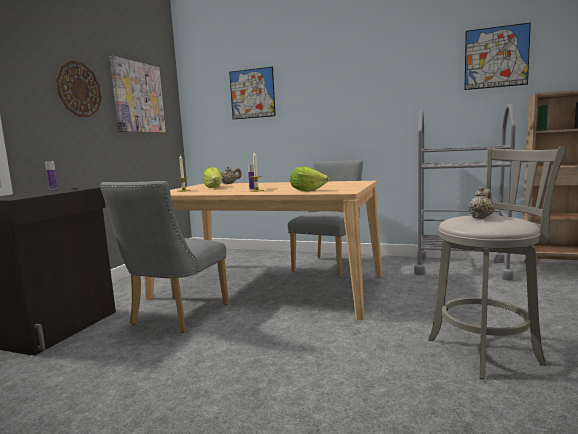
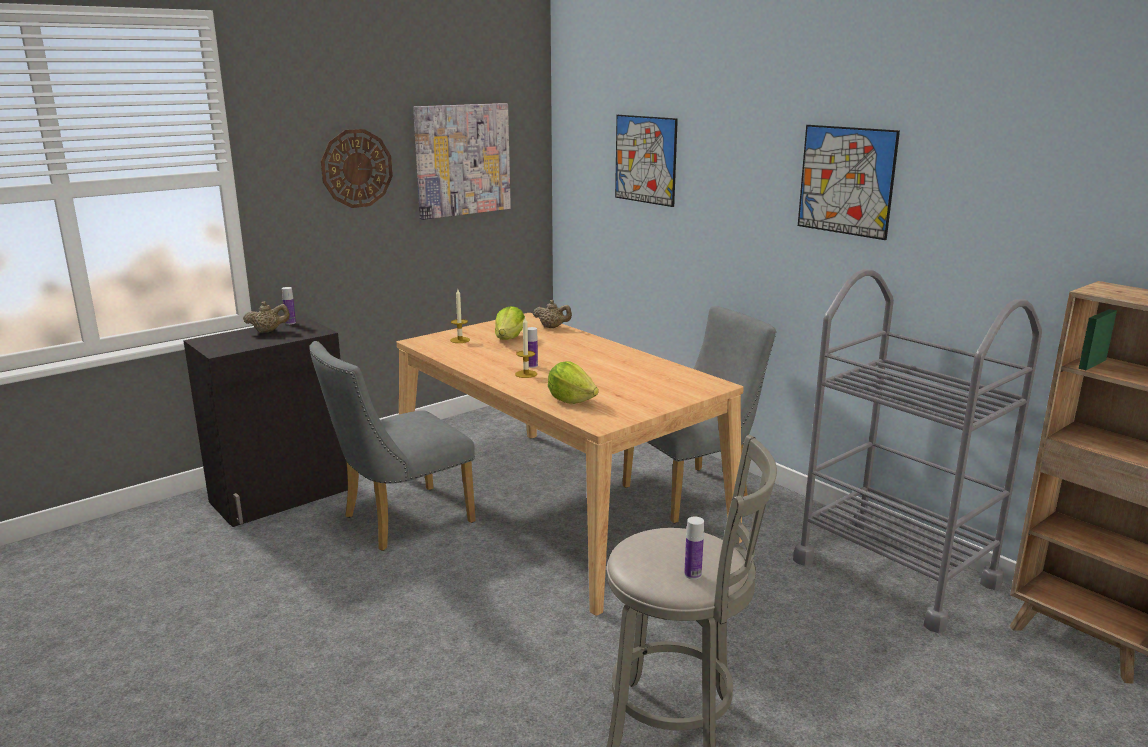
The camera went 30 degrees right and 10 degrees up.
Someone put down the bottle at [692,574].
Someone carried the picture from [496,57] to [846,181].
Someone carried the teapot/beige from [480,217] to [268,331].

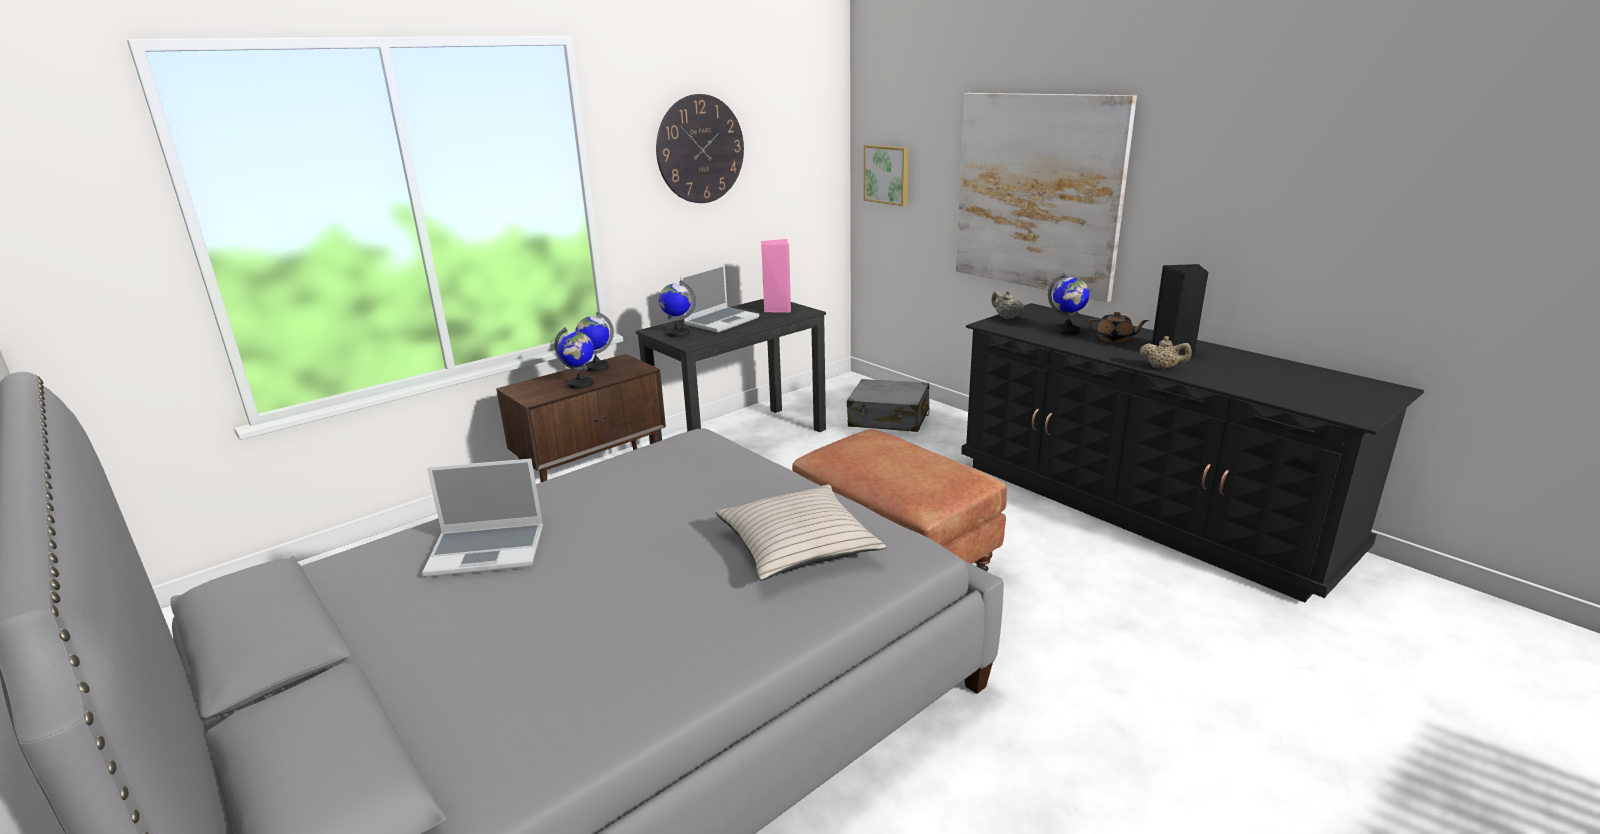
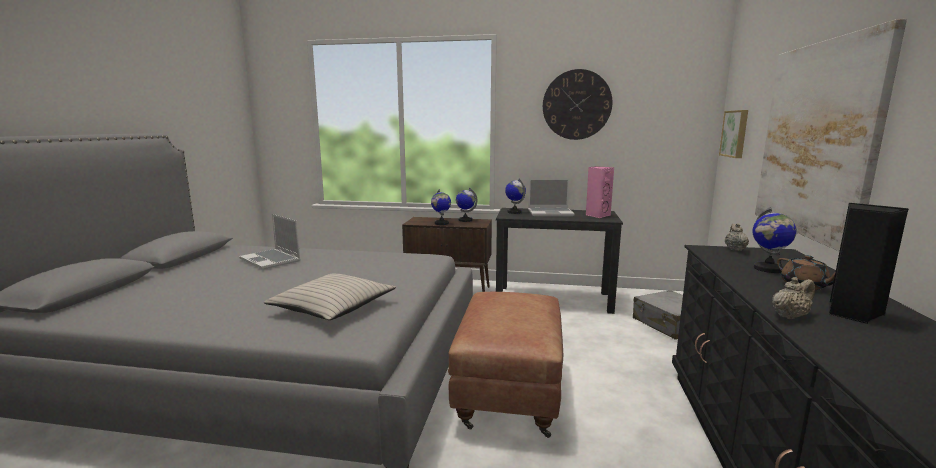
The camera went 50 degrees right and 10 degrees down.
Someone rotated the teapot/beige at [1162,368] by 105 degrees counterclockwise.

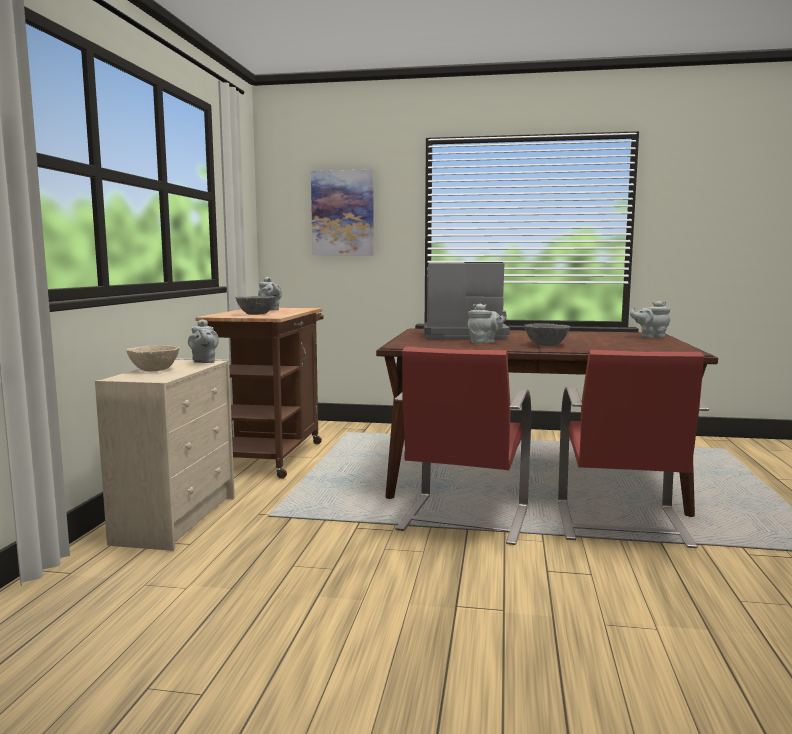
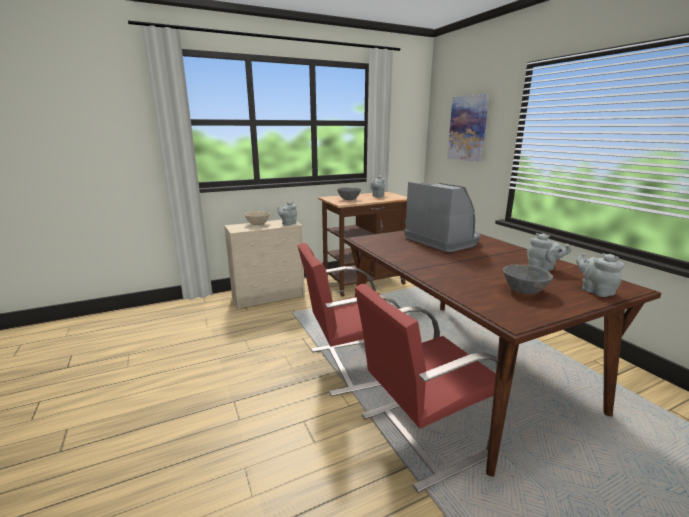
The camera went 55 degrees right and 10 degrees up.
Someone carried the teapot/grey from [484,342] to [542,268].
Someone carried the bowl/grey from [546,345] to [524,291].

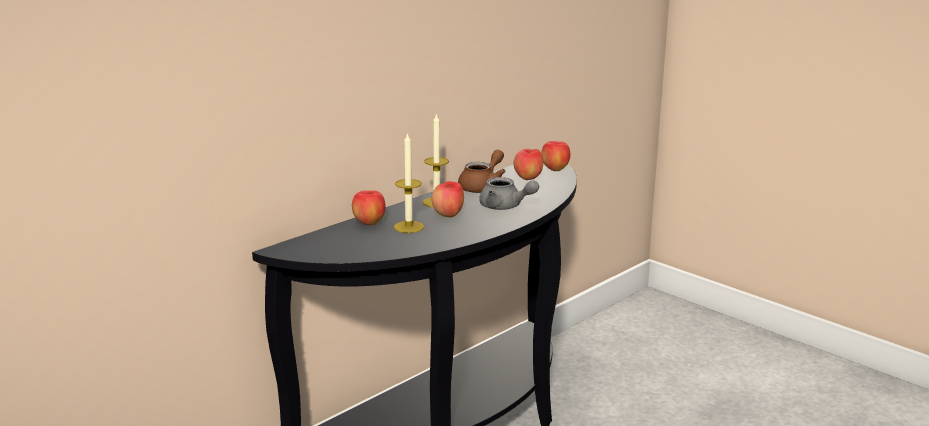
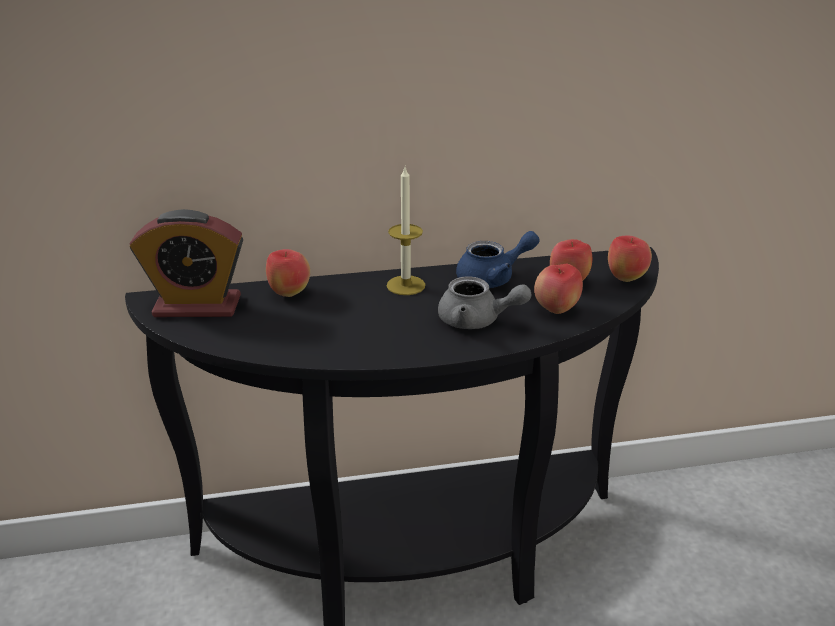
The camera went 35 degrees right and 10 degrees up.
Someone took away the candle at [409,227].
Someone put down the alarm clock at [197,306].
Someone carried the apple from [448,216] to [556,310].
Someone repainted the teapot/brown at [483,187], which became the teapot/blue at [493,278].
Someone rotated the teapot/grey at [505,207] by 45 degrees counterclockwise.

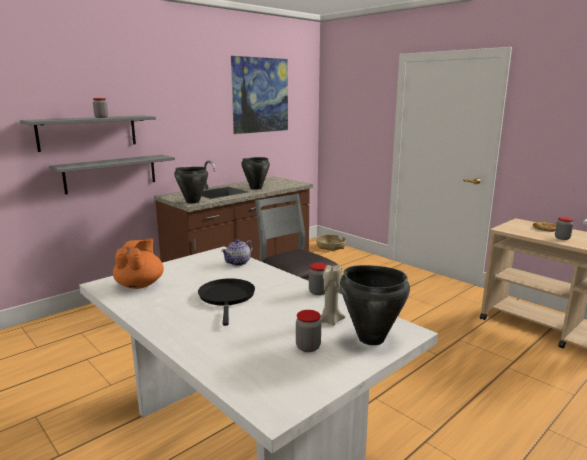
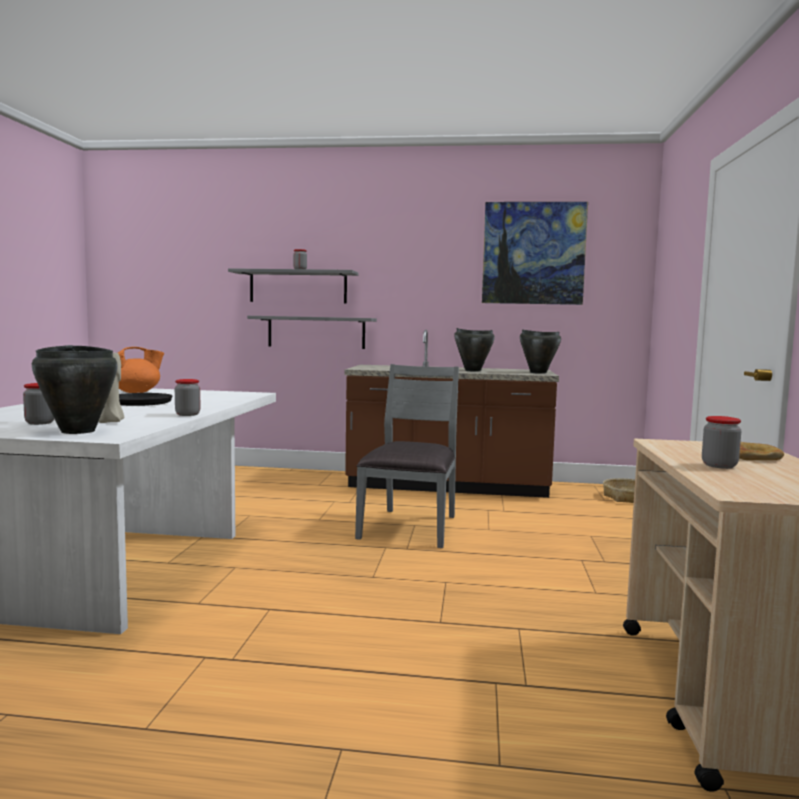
The camera went 50 degrees right and 10 degrees down.
Someone took away the teapot at [238,263].
Someone carried the cooking pot/black from [192,202] to [538,372].

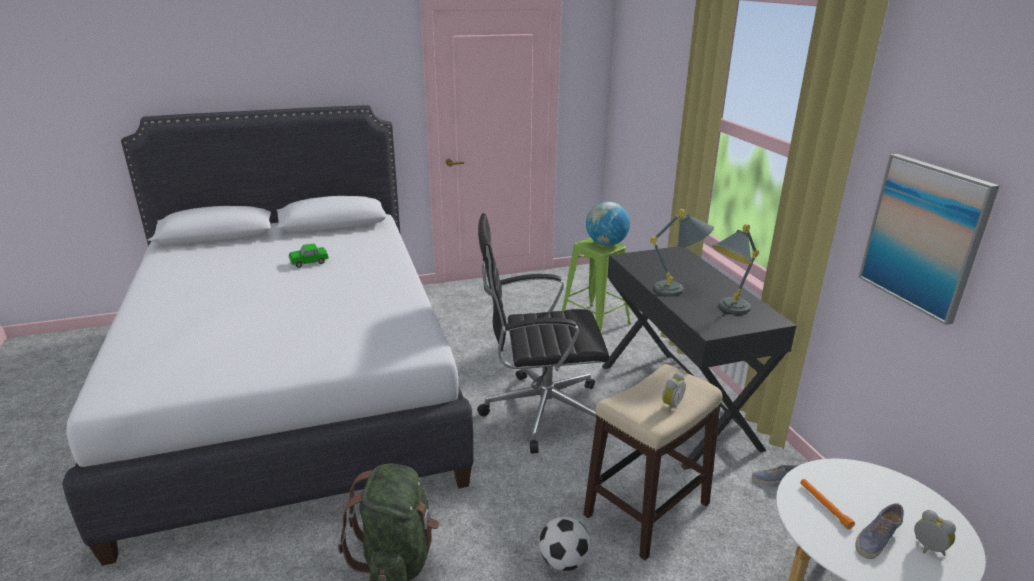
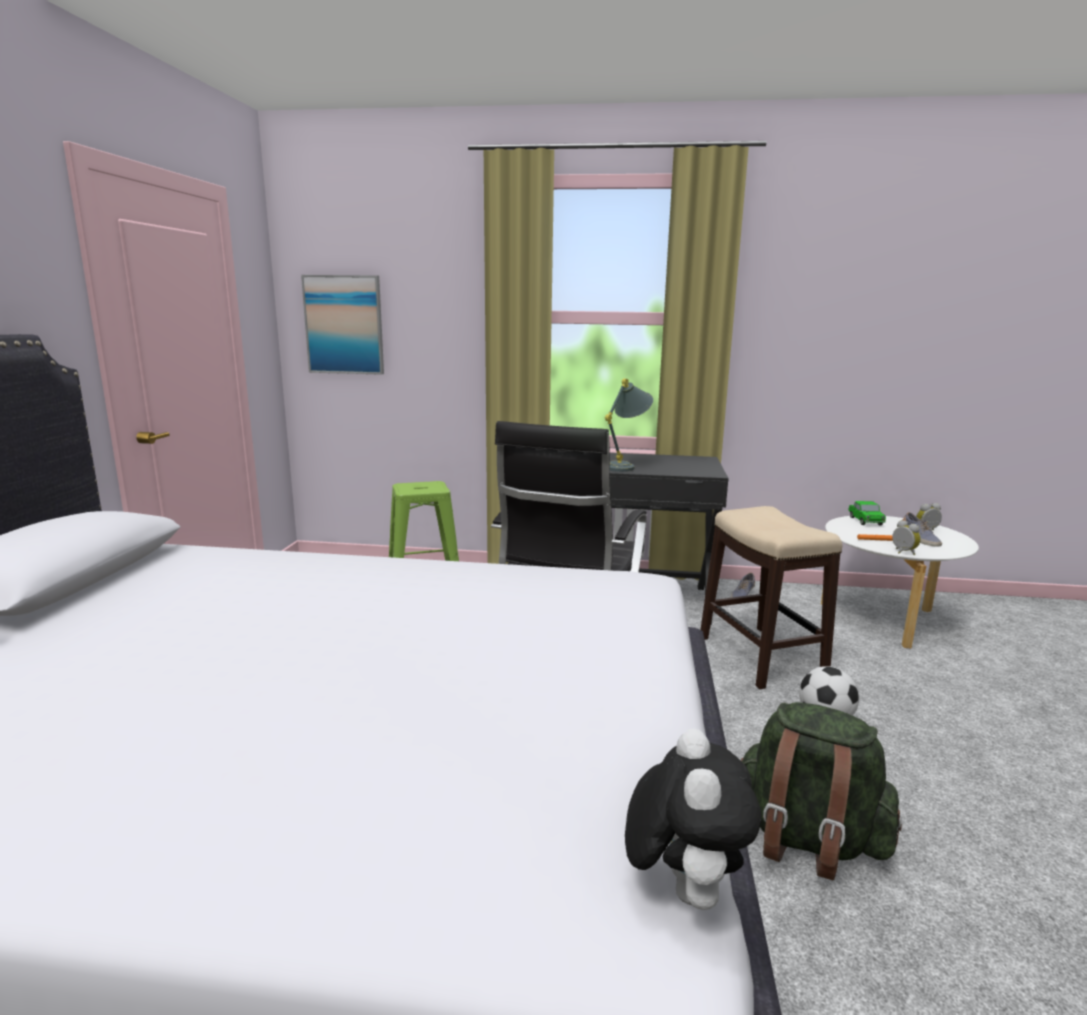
The camera went 65 degrees left and 10 degrees down.
Someone took away the globe at [606,244].
Someone took away the table lamp/grey at [727,310].
Someone put down the plush toy at [682,888].
Someone carried the toy car from [309,262] to [865,521].
Someone carried the alarm clock from [670,405] to [902,552].
Someone carried the picture from [924,236] to [344,325].

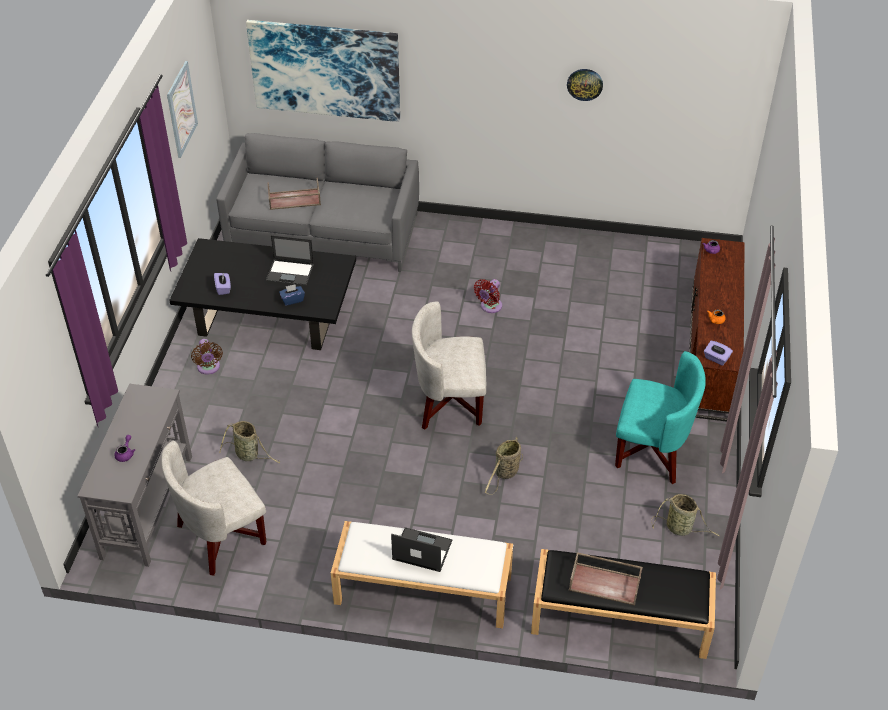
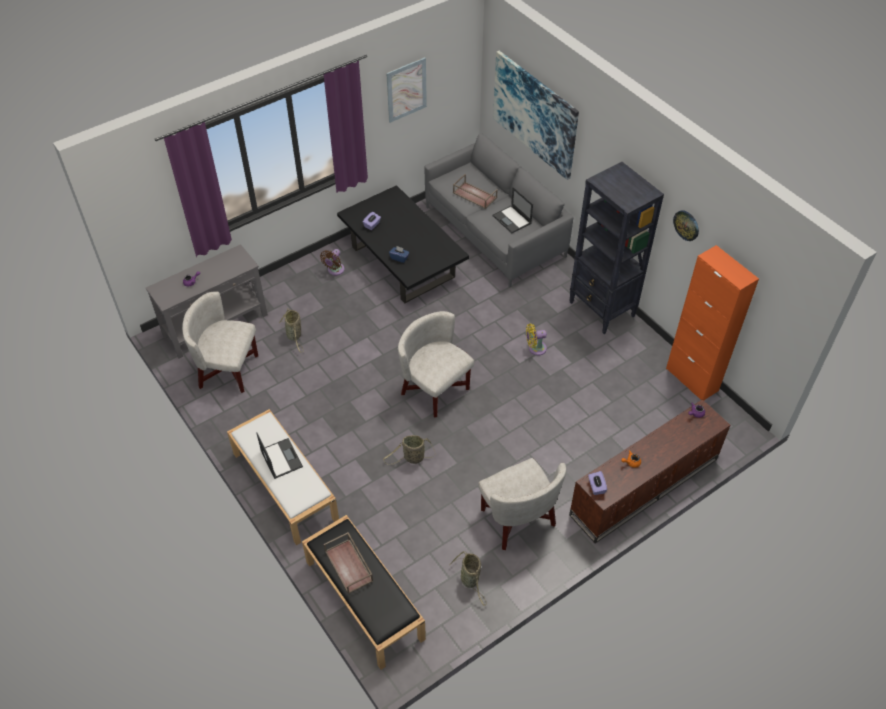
The camera went 45 degrees right and 5 degrees up.
Someone put down the bookcase/black at [602,309].
Someone put down the cabinet/orange at [692,379].
Someone carried the laptop from [290,273] to [512,220].
Someone repainted the fan/red at [489,307], which became the fan/yellow at [535,348].
Someone repainted the armchair/turquoise at [652,451], which became the armchair/white at [517,518].

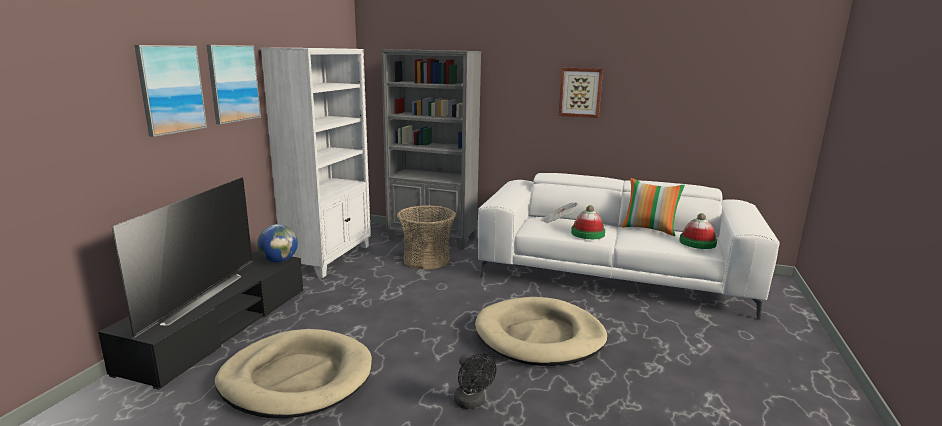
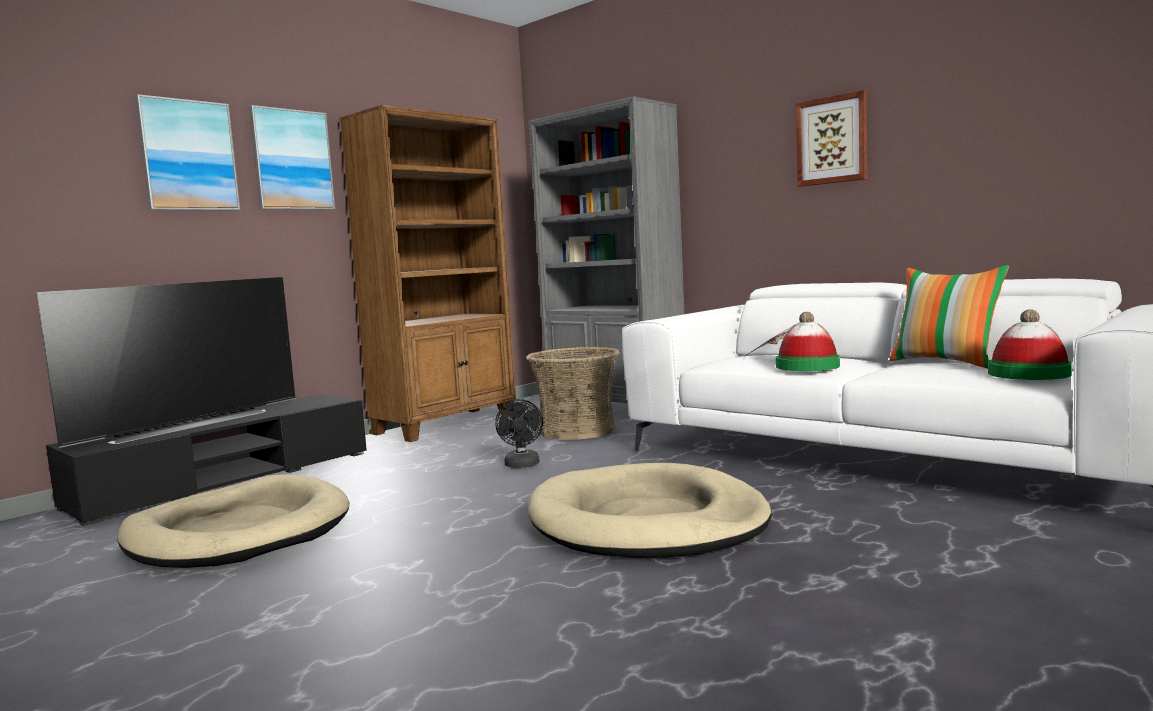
The camera went 25 degrees right and 10 degrees down.
Someone took away the globe at [279,261].
Someone carried the fan/black from [472,403] to [522,465].
Someone repainted the bookcase/white at [330,258], which became the bookcase/brown at [447,424].

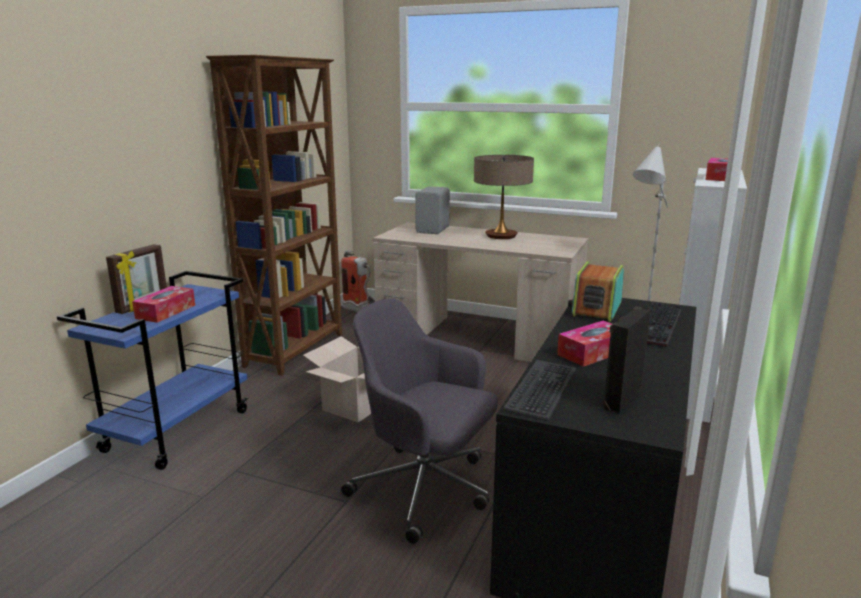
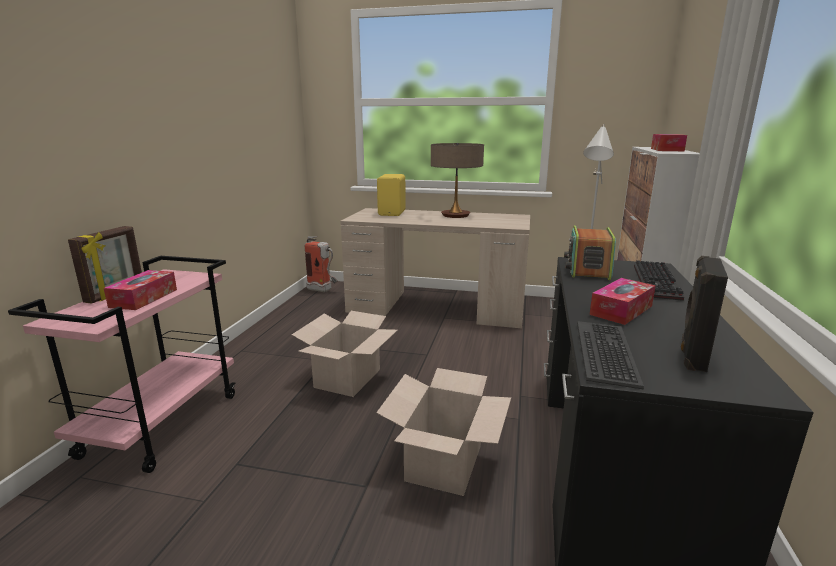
The camera went 10 degrees left and 0 degrees up.
Someone took away the bookcase/brown at [296,350].
Someone swapped the office chair/grey at [425,489] for the cardboard box at [443,462].
Someone repainted the cart/blue at [178,430], which became the cart/pink at [162,424].
Someone repainted the speaker/grey at [434,230], which became the speaker/yellow at [393,213].

